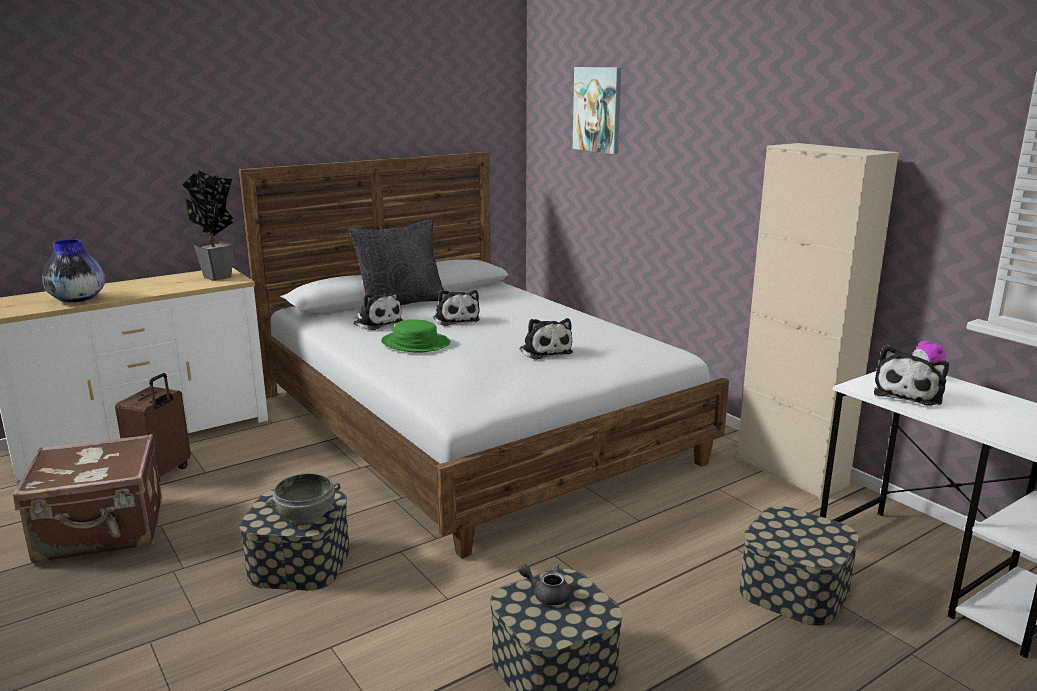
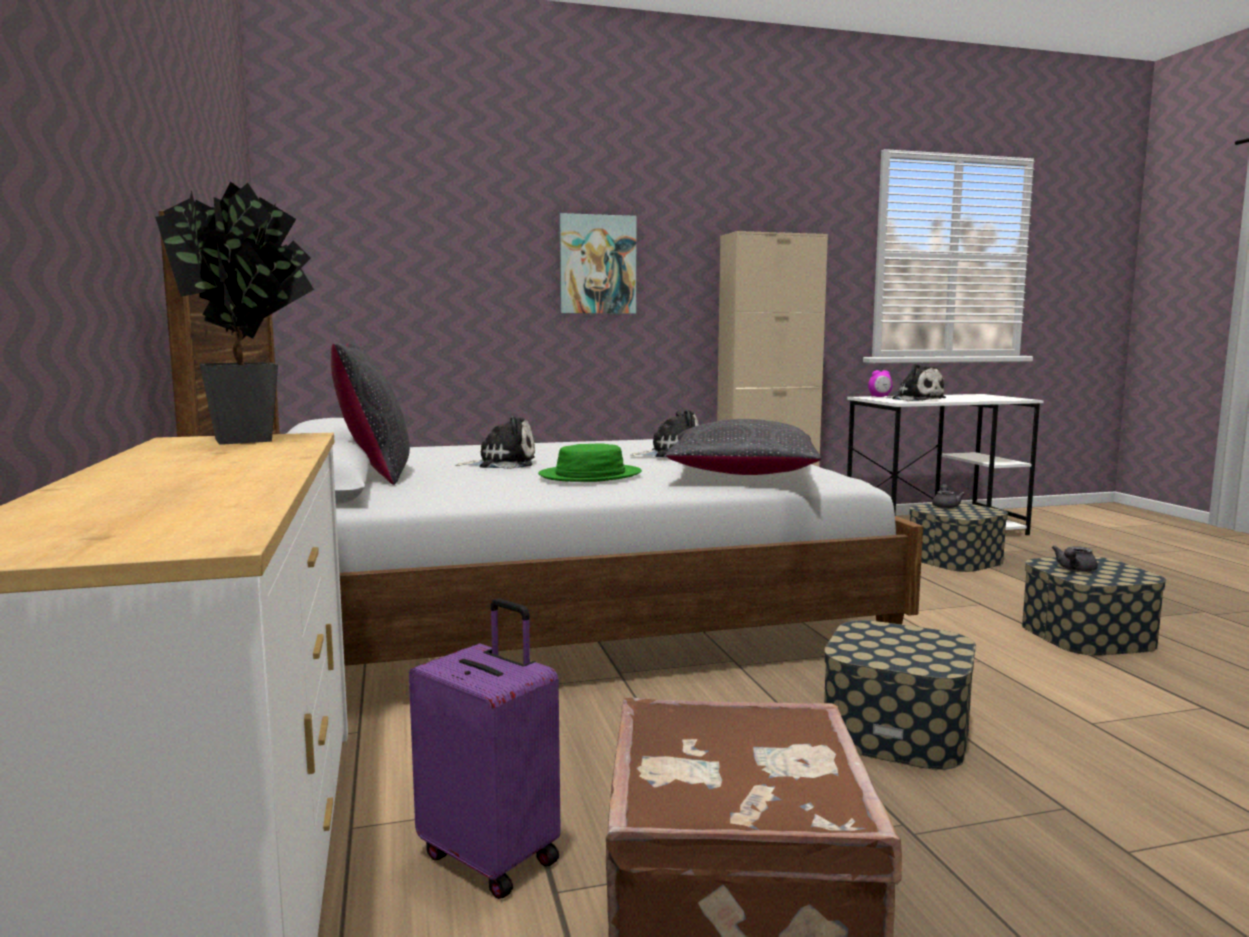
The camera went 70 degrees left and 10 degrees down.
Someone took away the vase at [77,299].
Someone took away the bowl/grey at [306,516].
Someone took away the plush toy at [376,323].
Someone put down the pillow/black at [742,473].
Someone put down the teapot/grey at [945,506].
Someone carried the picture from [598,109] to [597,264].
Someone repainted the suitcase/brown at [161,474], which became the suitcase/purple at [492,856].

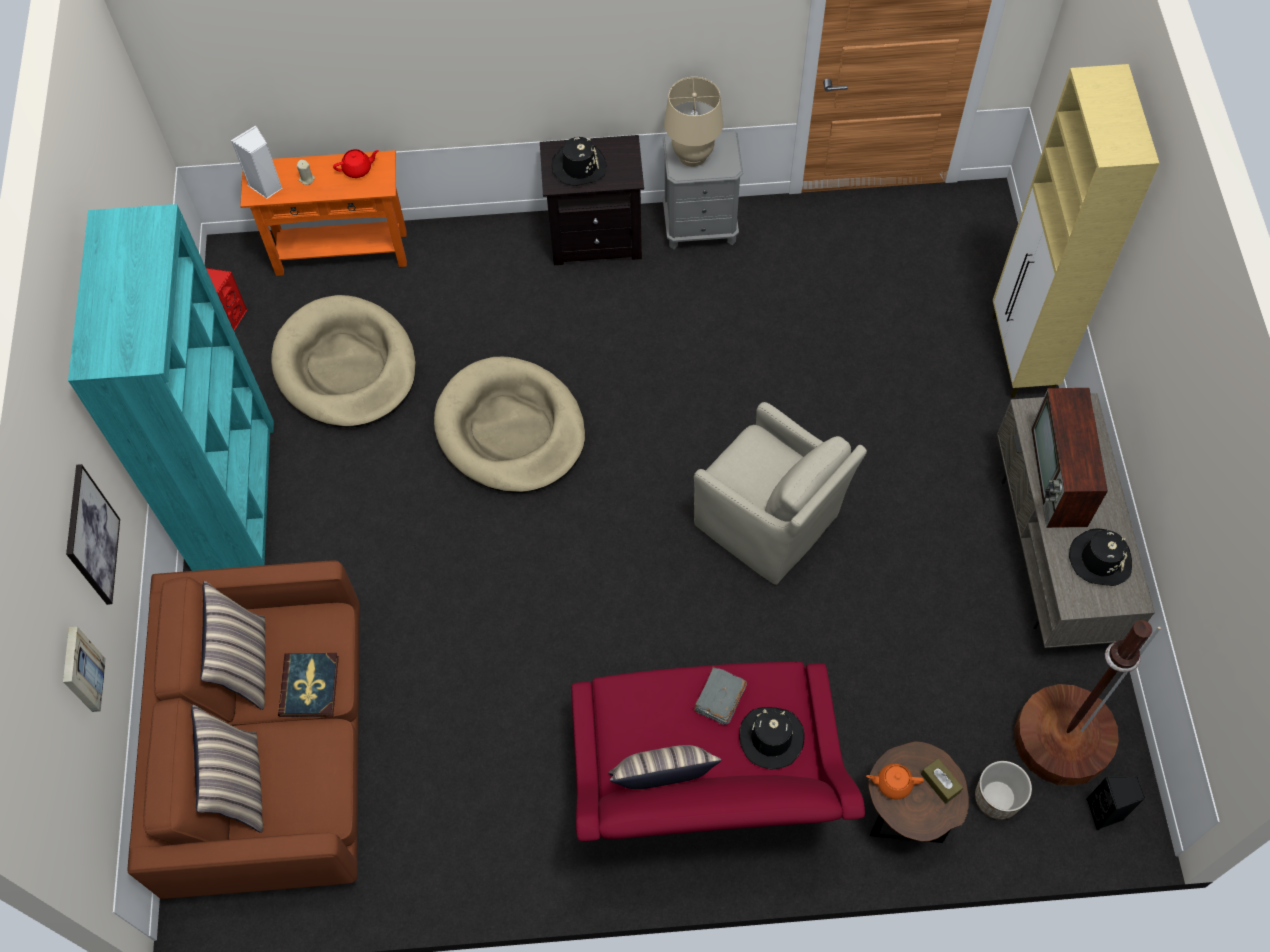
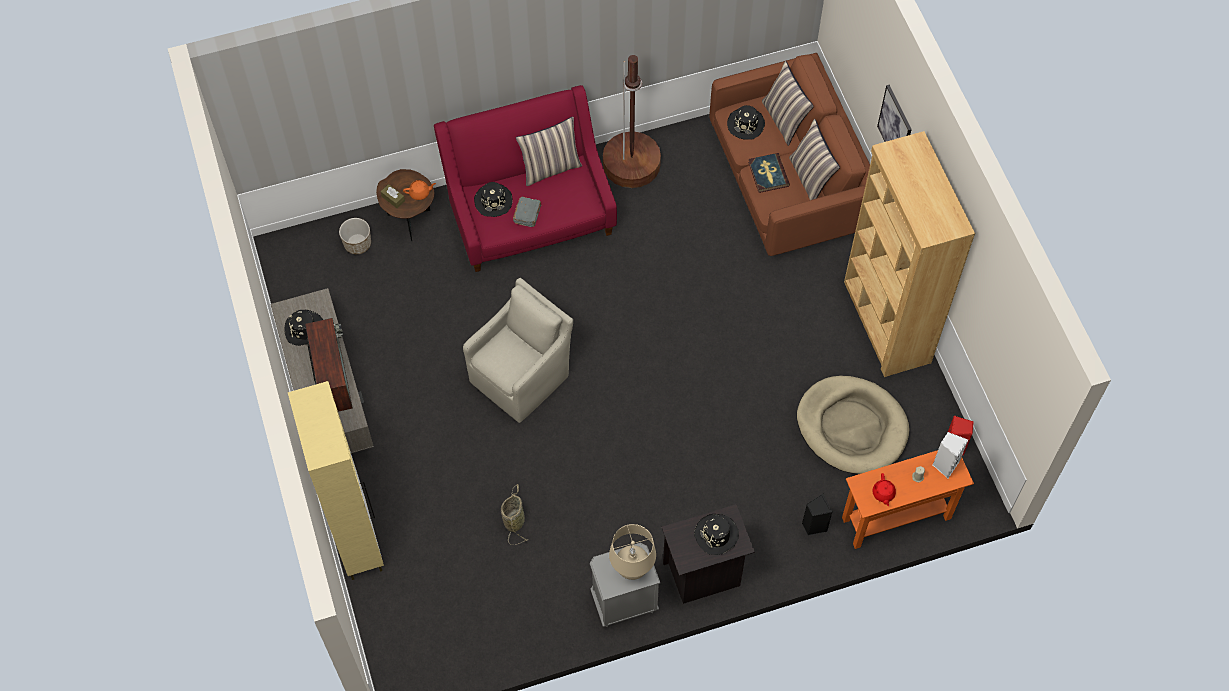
The camera went 165 degrees right and 0 degrees up.
Someone took away the picture at [80,670].
Someone took away the dog bed/beige at [511,429].
Someone put down the basket at [514,520].
Someone put down the hat/black at [746,124].
Someone carried the floor lamp/brown from [1062,739] to [631,164].
Someone carried the speaker/black from [1104,813] to [813,525].
Someone repainted the bookcase/turquoise at [234,493], which became the bookcase/brown at [886,322].
Someone rotated the teapot/red at [358,169] by 60 degrees counterclockwise.
Someone rotated the armchair/beige at [769,524] by 105 degrees clockwise.

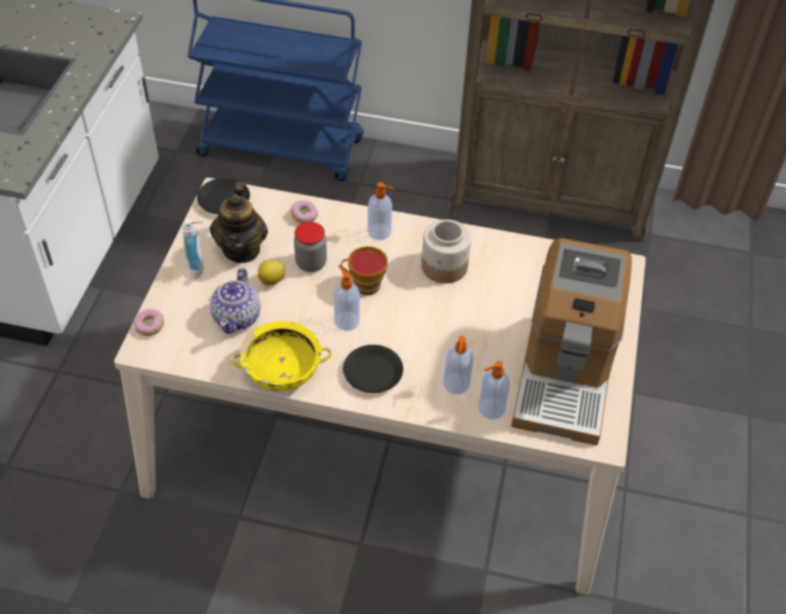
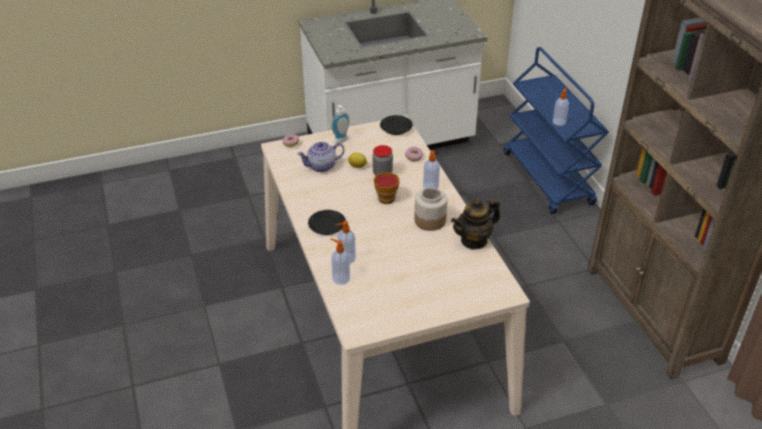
The camera went 60 degrees right and 10 degrees down.
Someone took away the bowl/yellow at [281,372].
Someone took away the coffee machine at [564,374].
Someone carried the teapot from [242,249] to [474,240].
Someone carried the soap dispenser from [346,320] to [559,122].

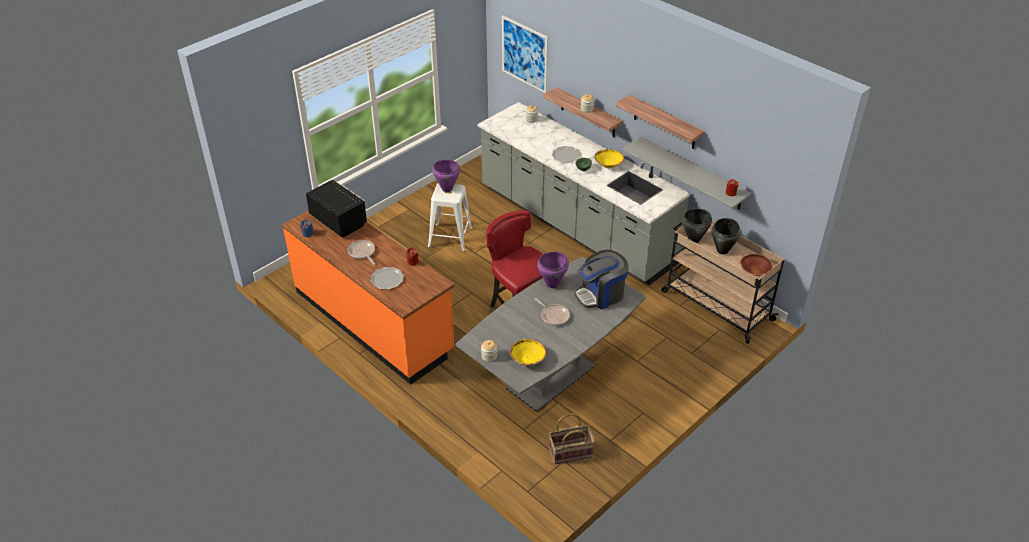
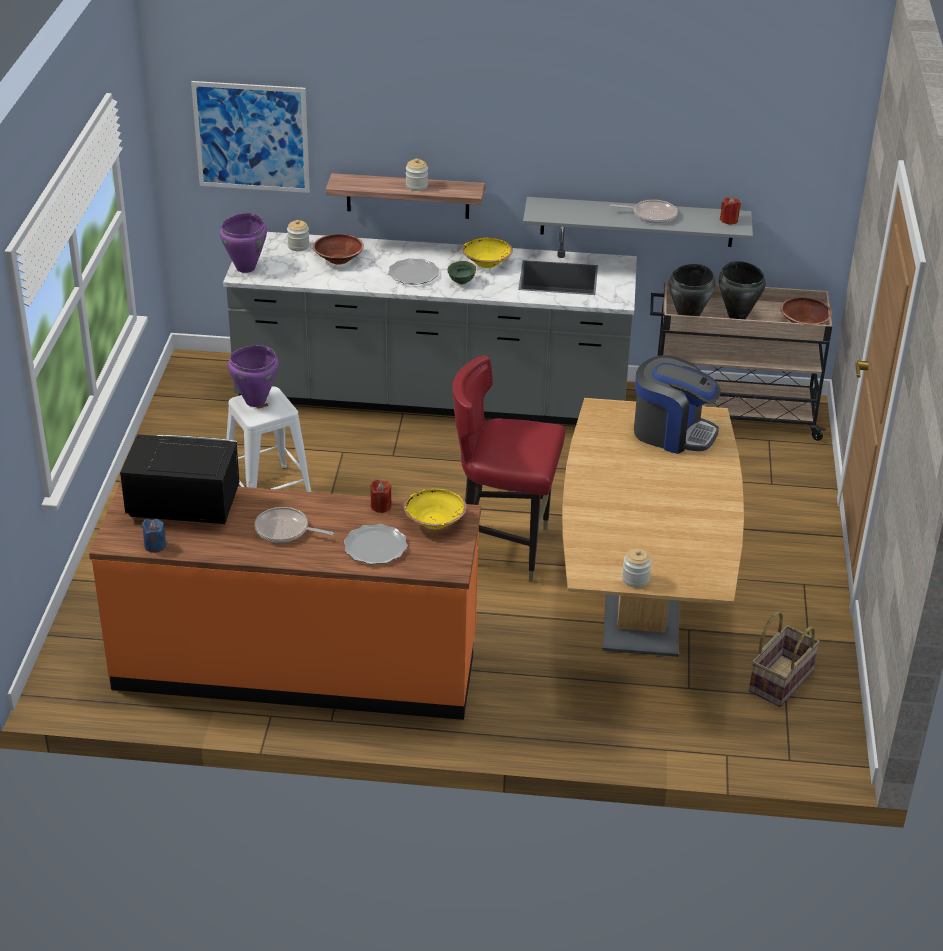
The camera went 40 degrees left and 5 degrees down.
Someone took away the shelf at [664,122].
Someone put down the bowl/brown at [338,259].
Someone carried the bowl/yellow from [527,359] to [434,521].
Someone carried the frying pan from [553,315] to [651,215].
Someone carried the cooking pot/purple from [552,284] to [246,268].
Someone repainted the dining table/grey at [551,377], which became the dining table/brown at [641,604].
Someone rotated the coffee machine at [601,295] by 90 degrees counterclockwise.

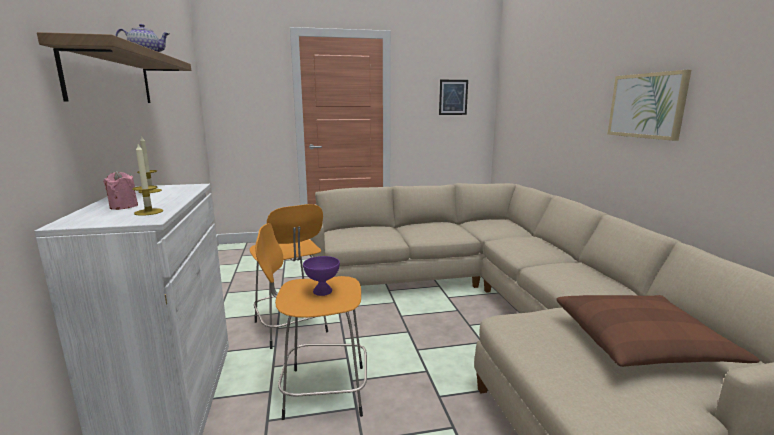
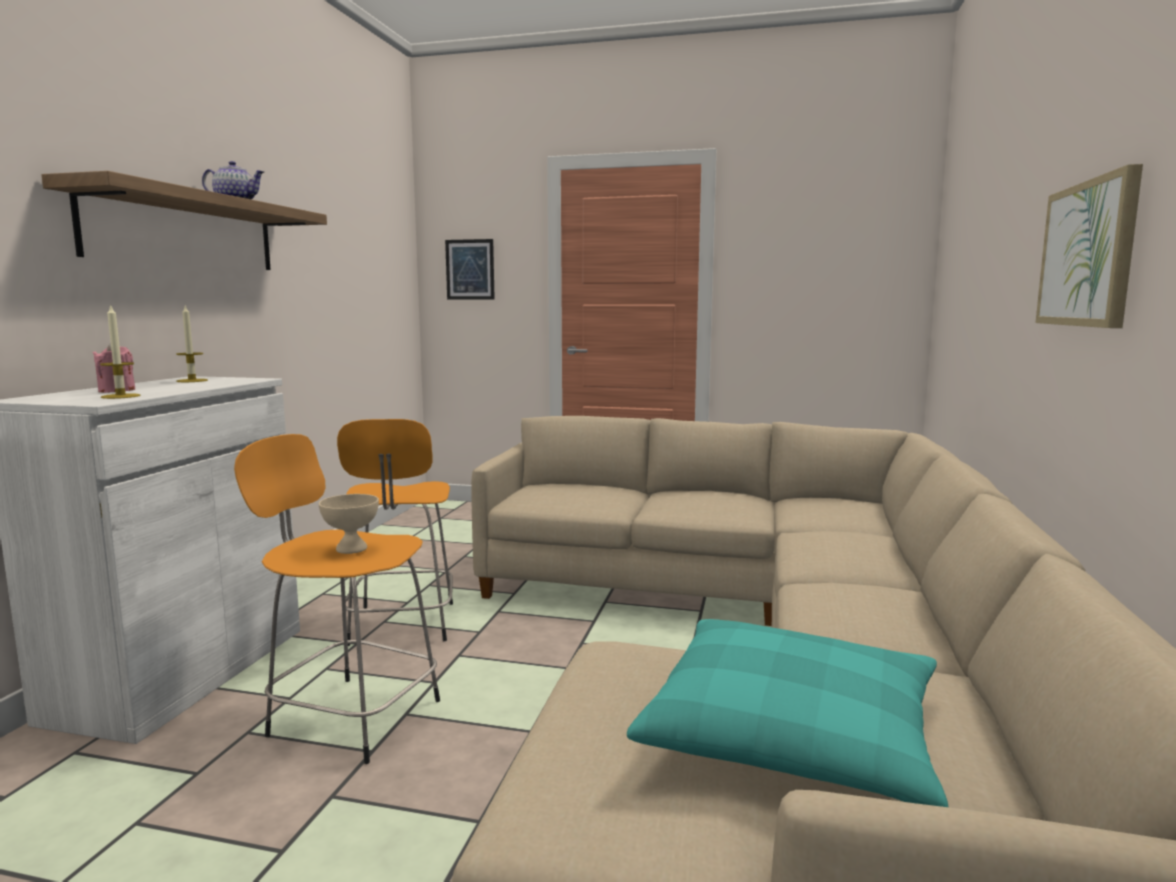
The camera went 25 degrees right and 5 degrees down.
Someone carried the picture from [453,97] to [470,269].
Someone repainted the bowl/purple at [322,291], which became the bowl/beige at [351,548].
Someone repainted the pillow/brown at [640,343], which became the pillow/turquoise at [793,733].

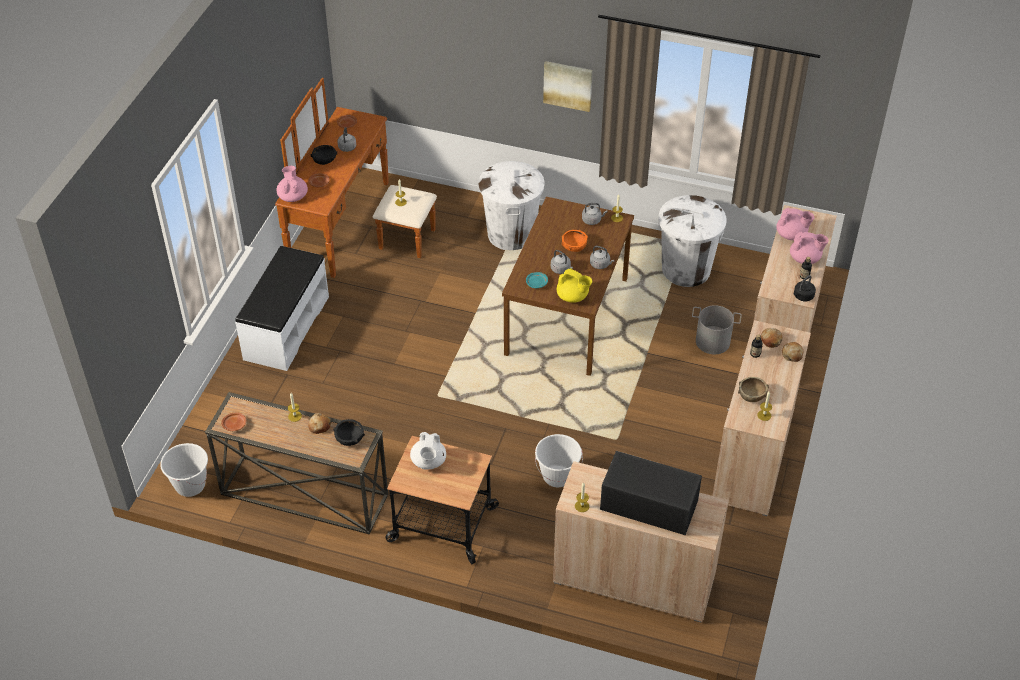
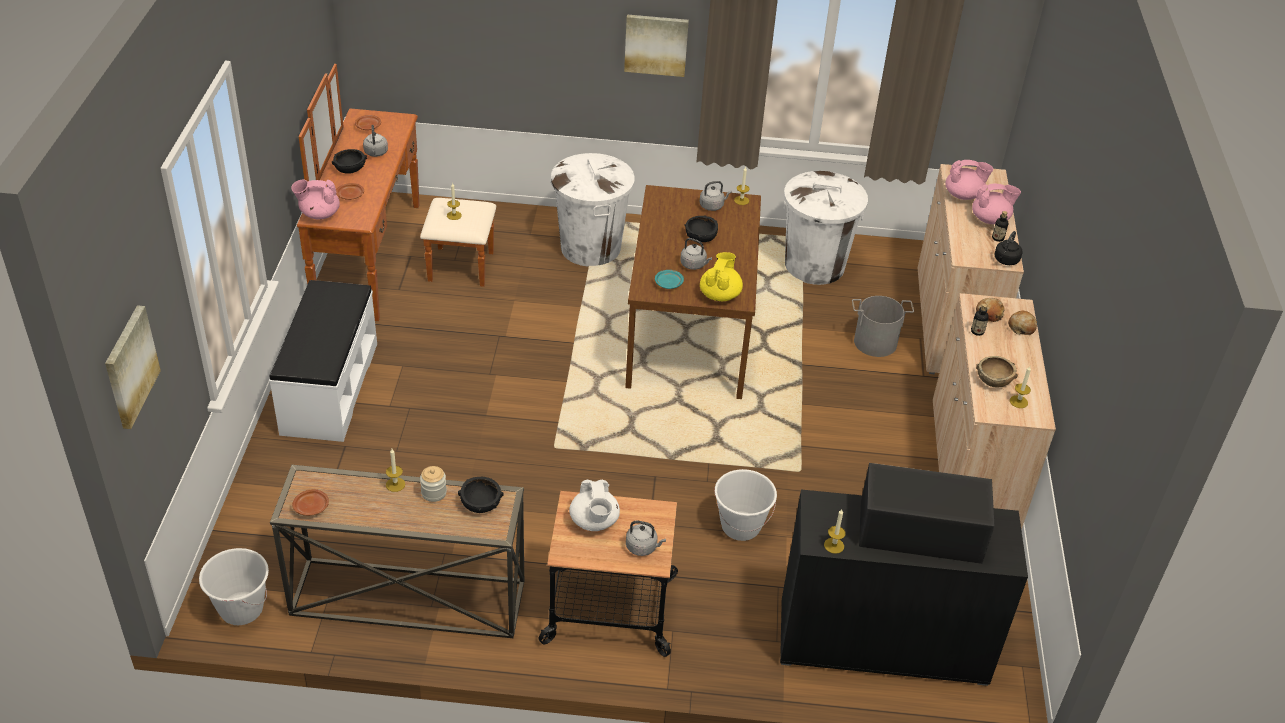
The camera went 15 degrees left and 5 degrees down.
Someone put up the picture at [130,366].
Someone carried the kettle/grey from [600,264] to [643,547].
Someone swapped the bread at [319,426] for the jar at [434,493].
Someone repainted the cabinet/beige at [634,578], which became the cabinet/black at [882,642].
Someone repainted the bowl/orange at [574,246], which became the bowl/black at [701,237].
Someone rotated the teapot/pink at [293,196] by 75 degrees counterclockwise.
Someone rotated the teapot/yellow at [573,297] by 90 degrees counterclockwise.

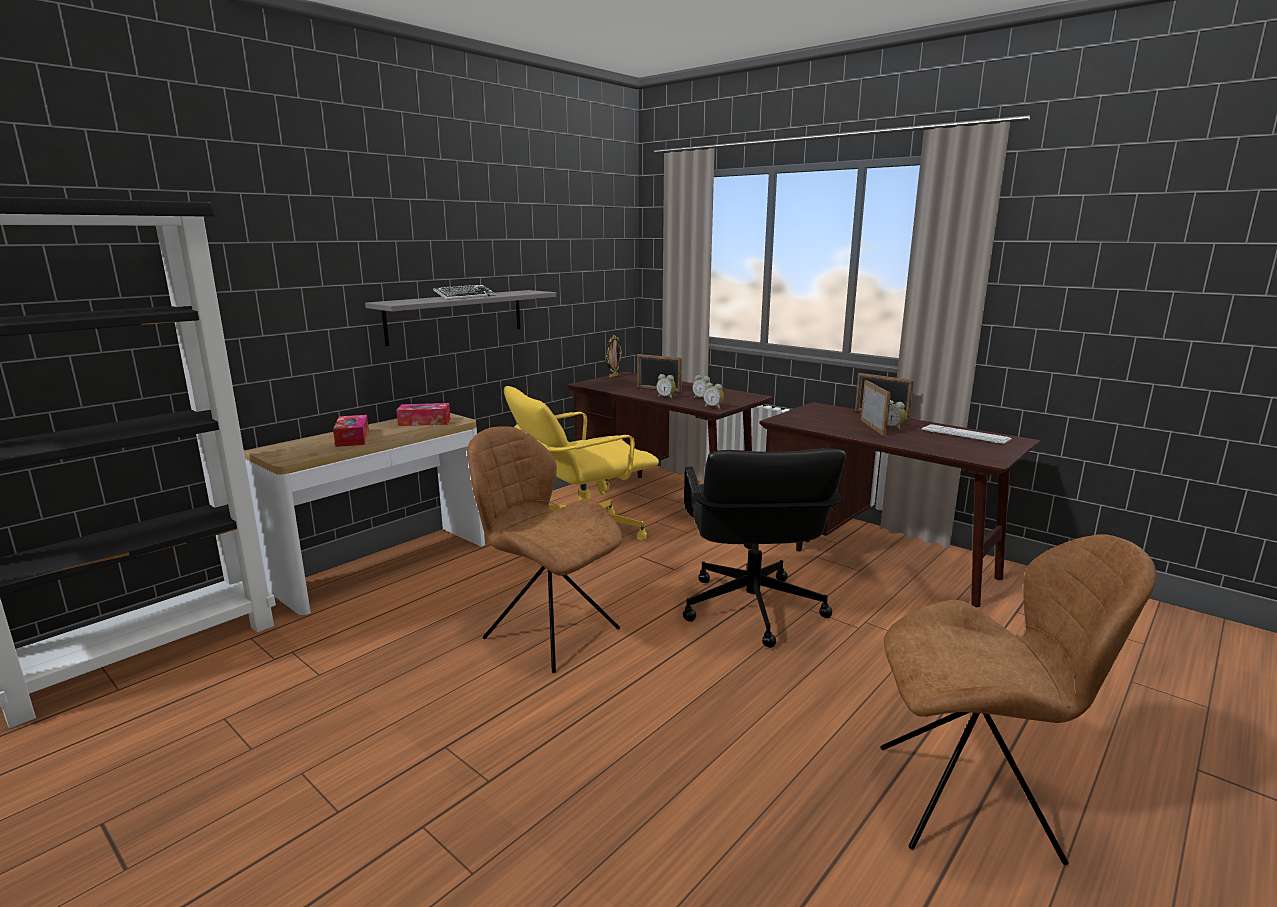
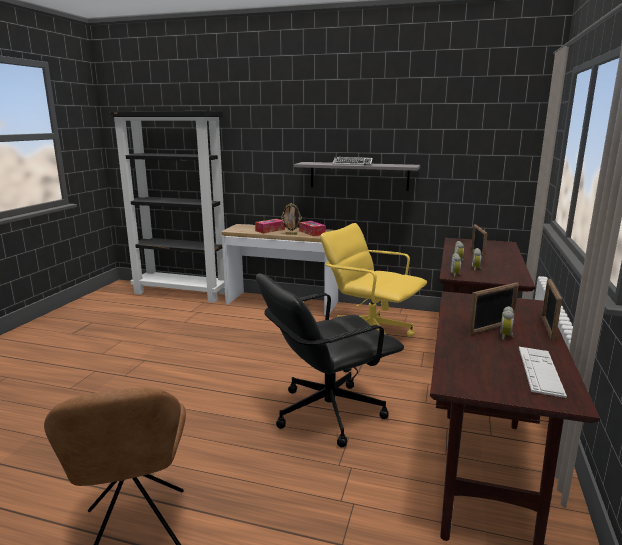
The camera went 65 degrees right and 0 degrees up.
Someone took away the chair/brown at [548,632].
Someone carried the picture frame from [613,376] to [291,234].

